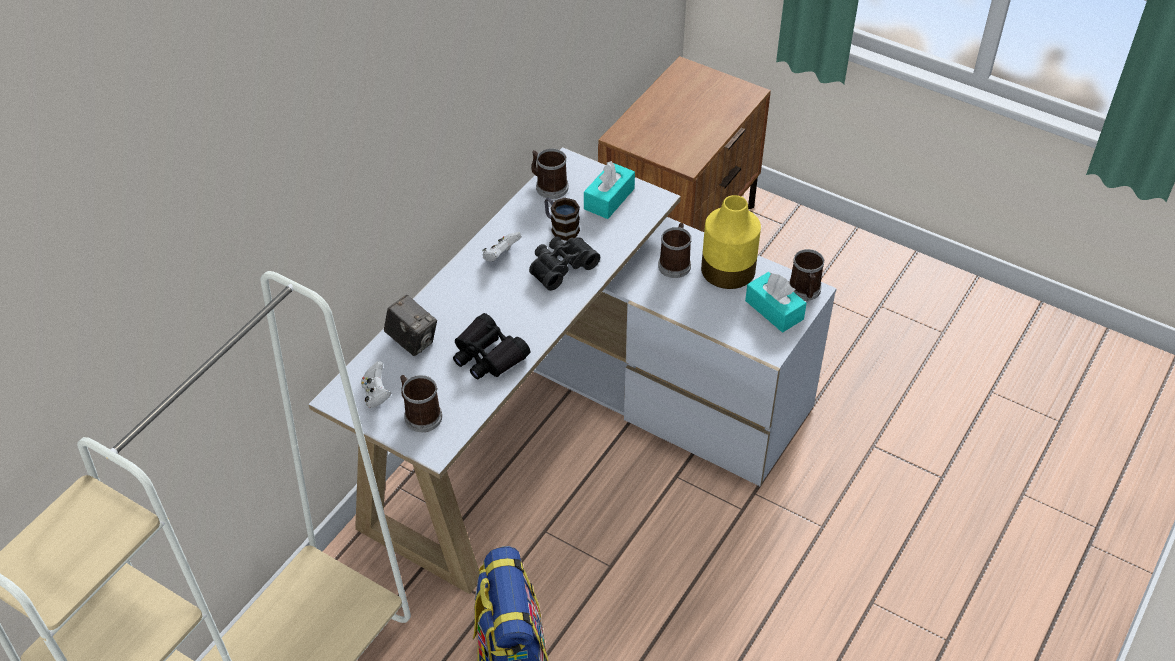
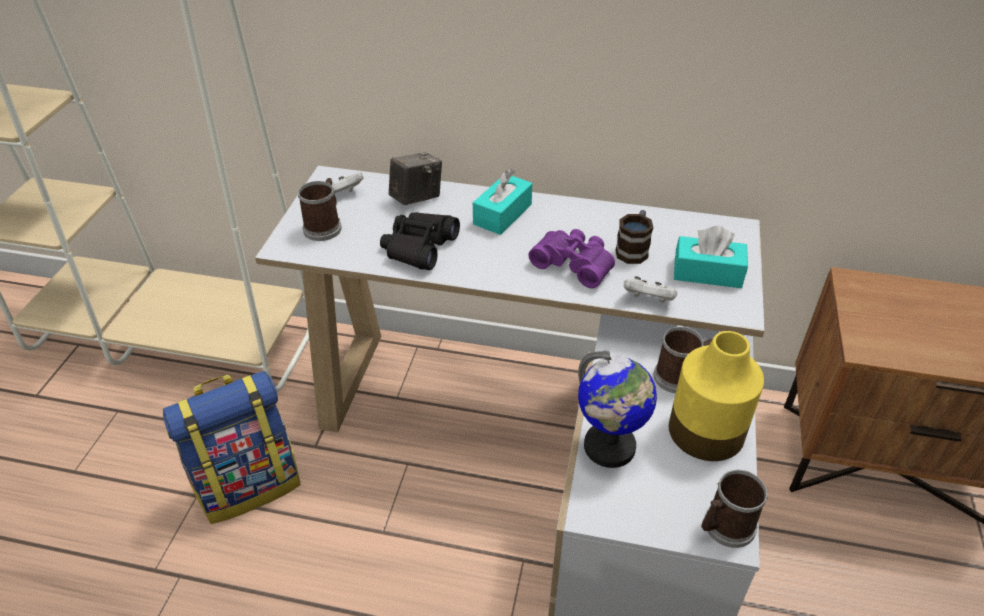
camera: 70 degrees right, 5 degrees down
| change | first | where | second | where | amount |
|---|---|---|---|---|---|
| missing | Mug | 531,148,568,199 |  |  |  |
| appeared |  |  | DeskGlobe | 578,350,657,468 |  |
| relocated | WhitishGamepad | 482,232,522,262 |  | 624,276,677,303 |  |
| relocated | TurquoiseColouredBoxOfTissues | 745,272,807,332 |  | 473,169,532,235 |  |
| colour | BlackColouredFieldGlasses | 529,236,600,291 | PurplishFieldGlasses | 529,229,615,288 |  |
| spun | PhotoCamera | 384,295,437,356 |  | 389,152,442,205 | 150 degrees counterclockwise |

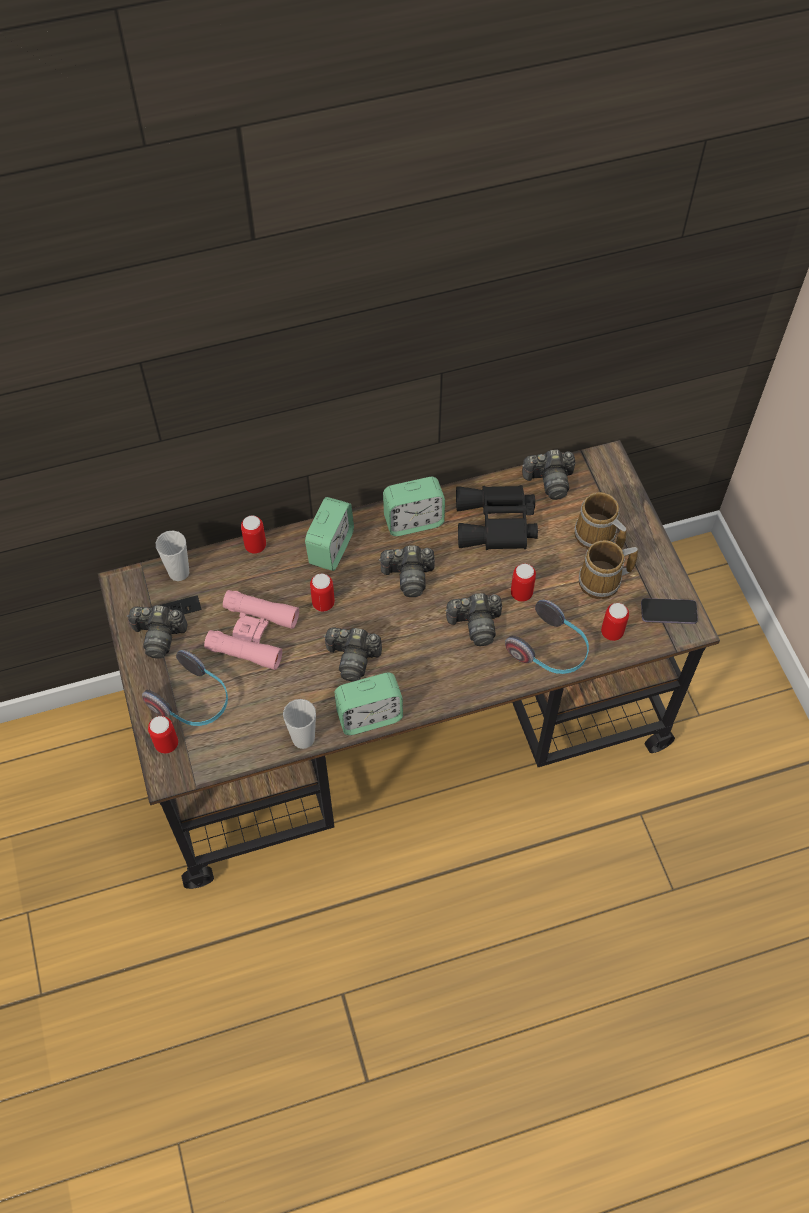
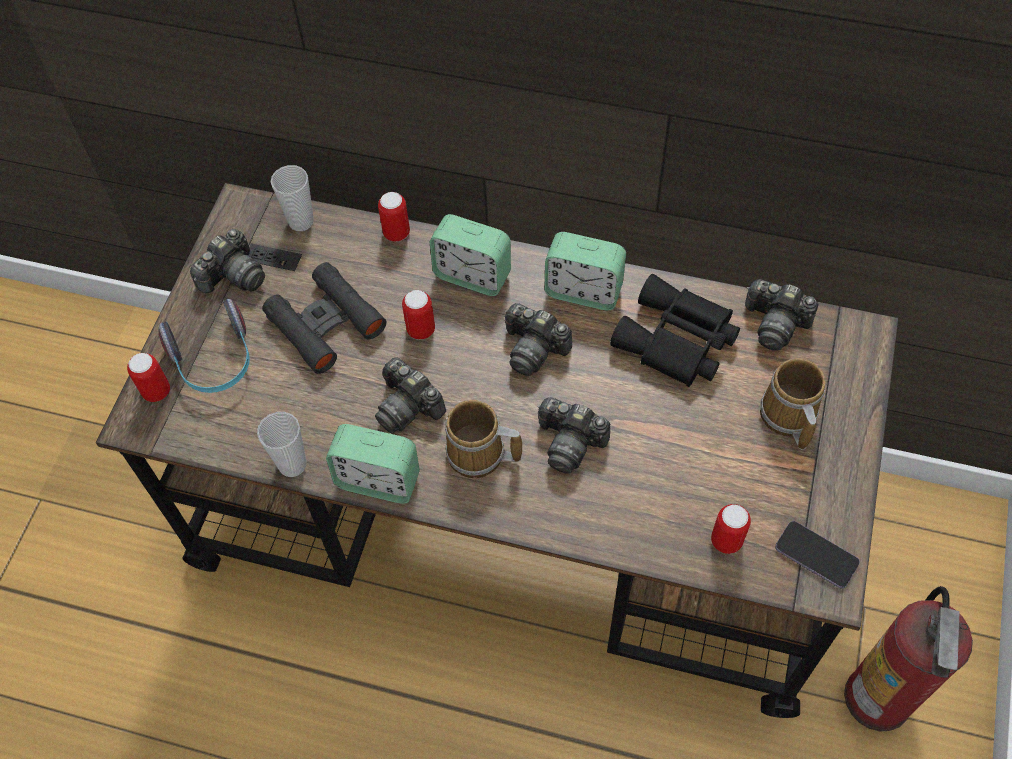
camera: 35 degrees right, 0 degrees up
| change | first | where | second | where | amount |
|---|---|---|---|---|---|
| missing | Headset | 505,600,589,674 |  |  |  |
| missing | SealedCan | 511,564,536,602 |  |  |  |
| appeared |  |  | FireExtinguisher | 844,586,973,731 |  |
| relocated | Mug | 579,540,638,599 |  | 445,400,522,478 |  |
| colour | PinkColouredFieldGlasses | 204,590,299,670 | BlackColouredFieldGlasses | 262,262,387,374 |  |
| spun | PhotoCamera | 127,605,188,659 |  | 190,229,265,293 | 90 degrees counterclockwise |
| spun | AlarmClock | 305,497,354,571 |  | 430,214,511,296 | 60 degrees clockwise |

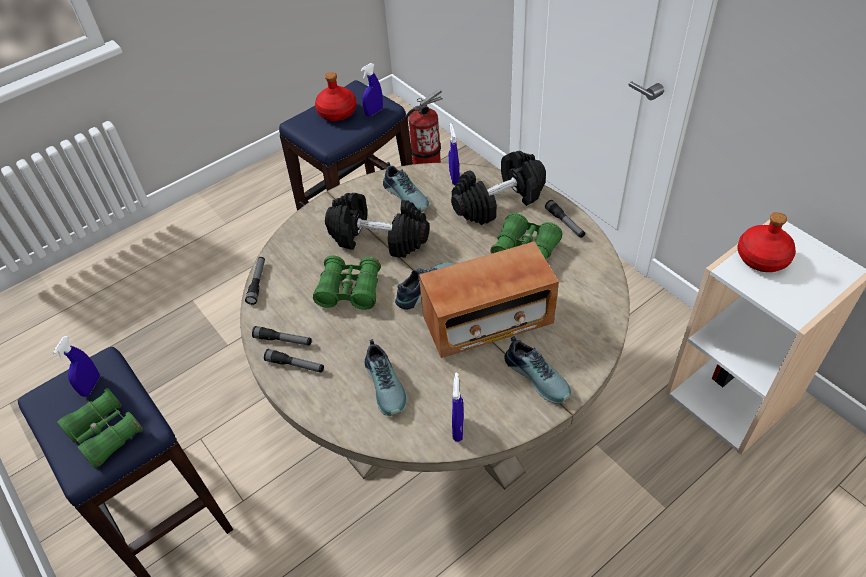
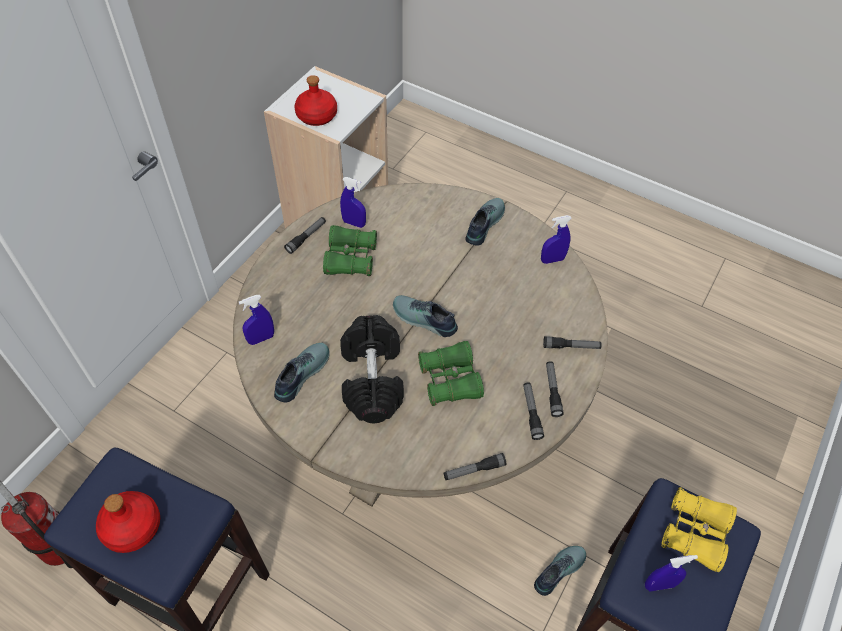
camera: 115 degrees left, 5 degrees up
| change | first | where | second | where | amount |
|---|---|---|---|---|---|
| missing | RadioSet | 419,241,559,358 |  |  |  |
| missing | BlackColouredFreeWeight | 451,151,546,225 |  |  |  |
| appeared |  |  | Torch | 543,336,602,349 |  |
| relocated | BluishSprayBottle | 360,63,383,116 |  | 340,177,366,228 |  |
| relocated | ItemOfFootwear | 365,339,407,416 |  | 534,546,586,596 |  |
| colour | GreenFieldGlasses | 57,388,143,469 | YellowFieldGlasses | 661,487,737,572 |  |

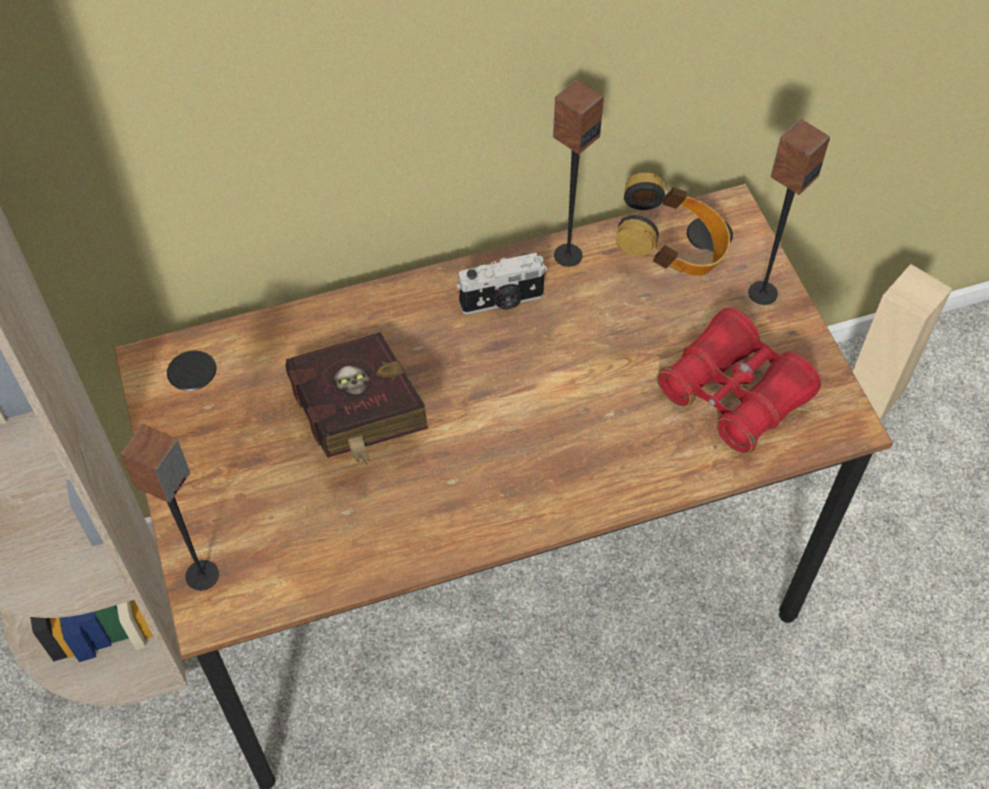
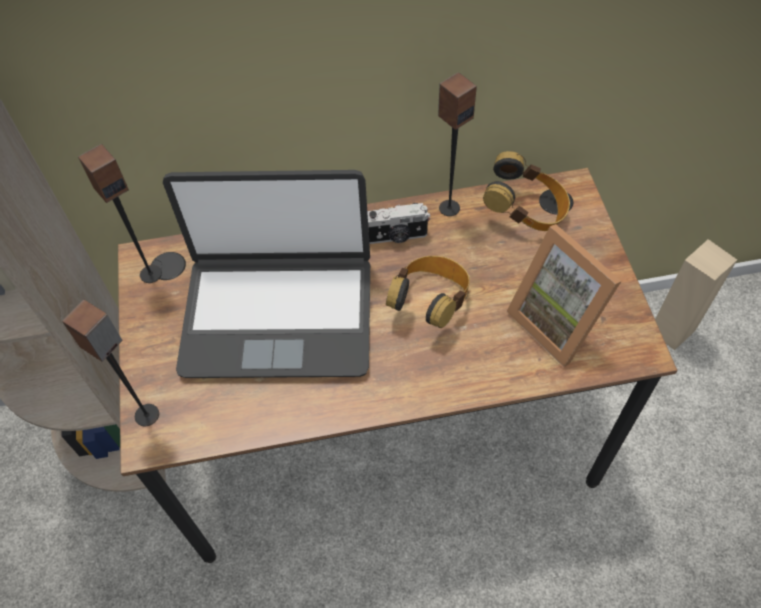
camera: 10 degrees right, 0 degrees up
| change | first | where | second | where | amount |
|---|---|---|---|---|---|
| appeared |  |  | Headset | 386,256,470,328 |  |
| relocated | Loudspeaker | 748,119,830,305 |  | 78,144,162,283 |  |
| exchanged | RedBoundBook | 285,332,428,465 | Laptop | 163,170,370,378 |  |
| exchanged | RedFieldGlasses | 657,308,821,454 | StandingFrame | 507,224,622,367 |  |

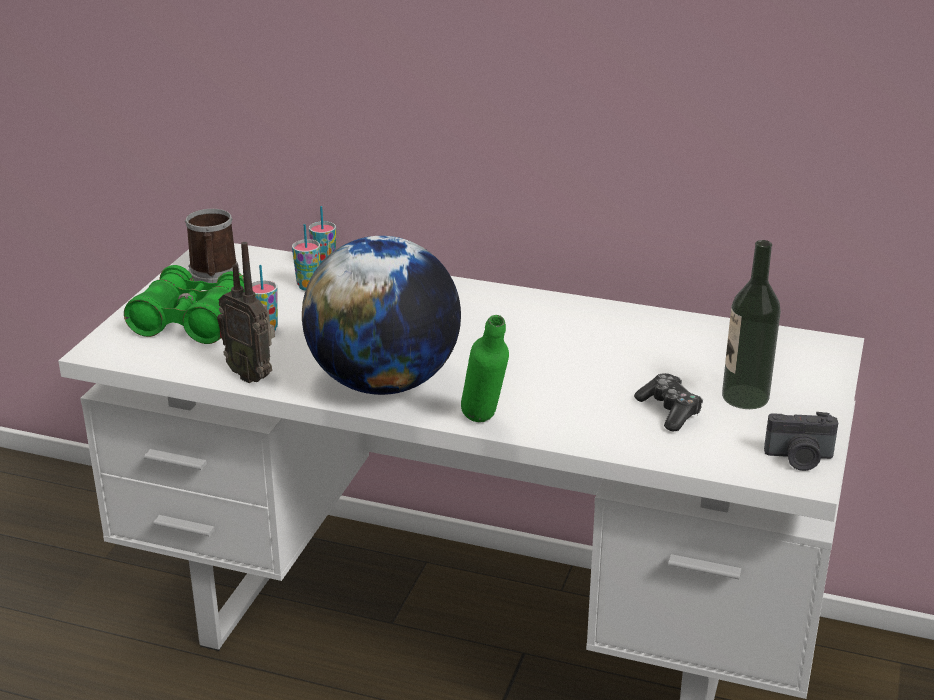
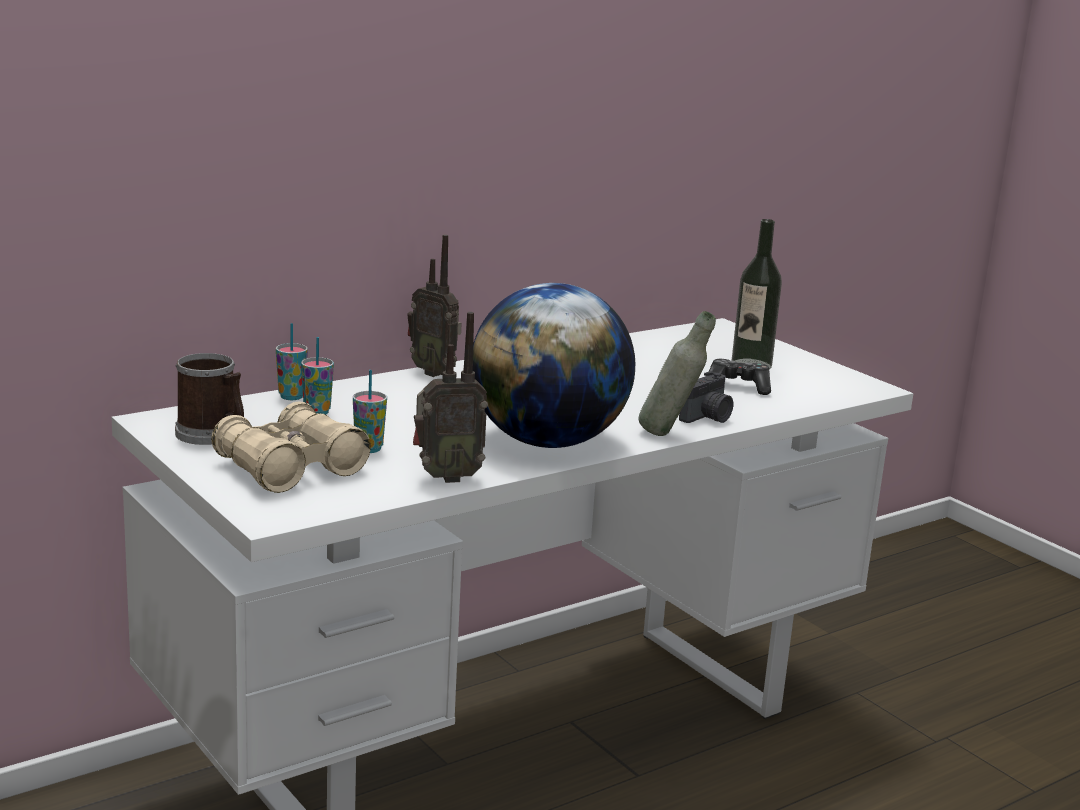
camera: 55 degrees left, 10 degrees down
| change | first | where | second | where | amount |
|---|---|---|---|---|---|
| appeared |  |  | RadioSet | 407,235,462,377 |  |
| relocated | PhotoCamera | 764,412,838,471 |  | 679,371,733,423 |  |
| colour | GreenFieldGlasses | 124,265,244,344 | BeigeColouredFieldGlasses | 211,402,371,493 |  |
| colour | GreenBeverageBottle | 461,315,509,422 | GrayBeverageBottle | 639,311,716,436 |  |

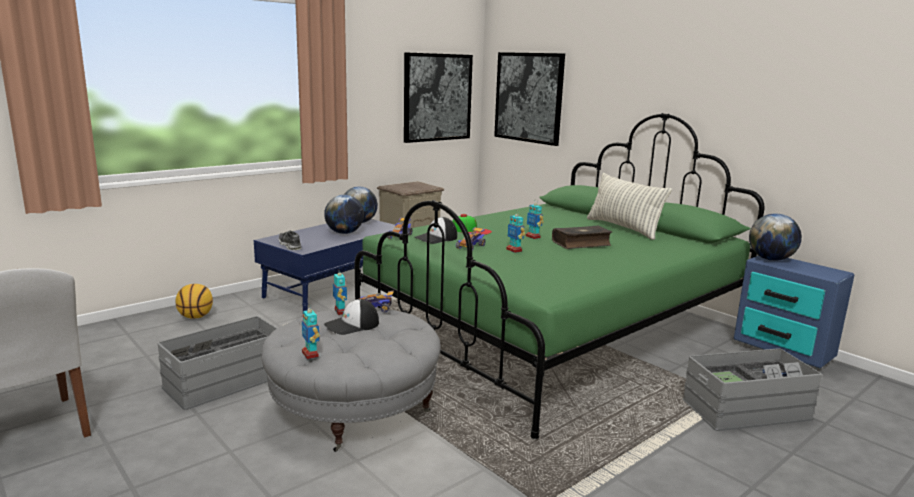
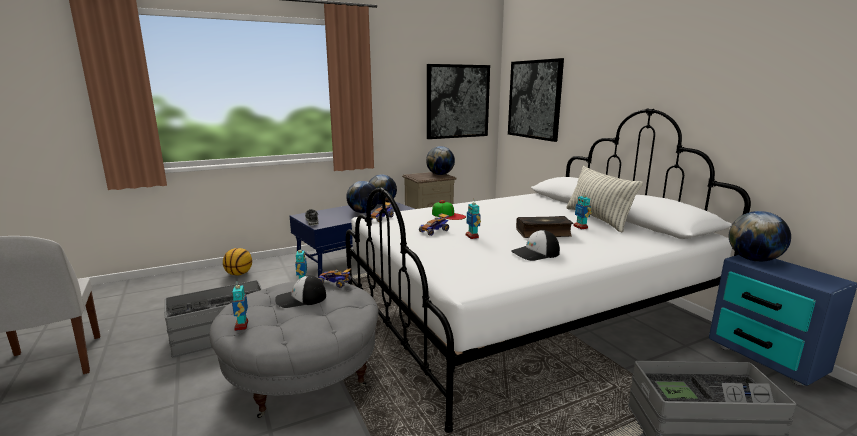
camera: 15 degrees right, 0 degrees up
| change | first | where | second | where | amount |
|---|---|---|---|---|---|
| appeared |  |  | DeskGlobe | 426,146,455,175 |  |
| relocated | Cap | 415,217,457,244 |  | 511,230,560,261 |  |
| relocated | RobotFigure | 526,199,544,239 |  | 573,191,592,229 |  |
| colour | GreenSleepingBed | 355,113,765,439 | WhitishSleepingBed | 346,108,751,433 |  |

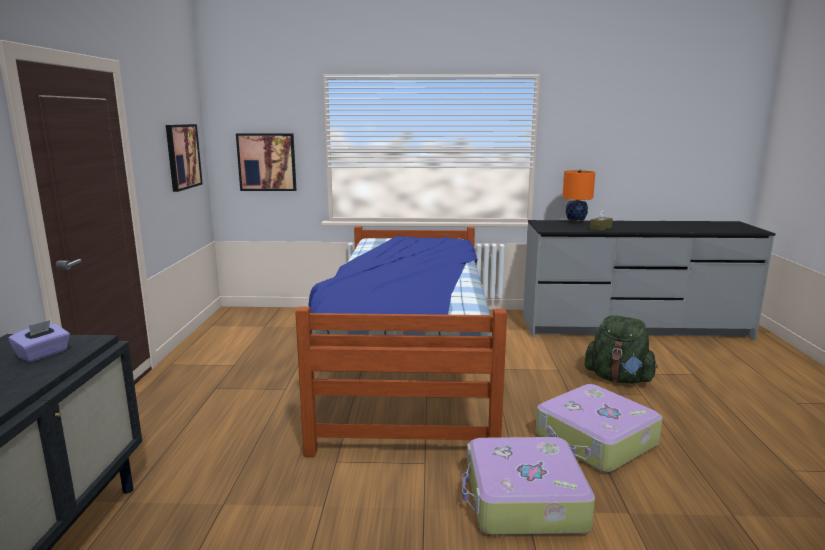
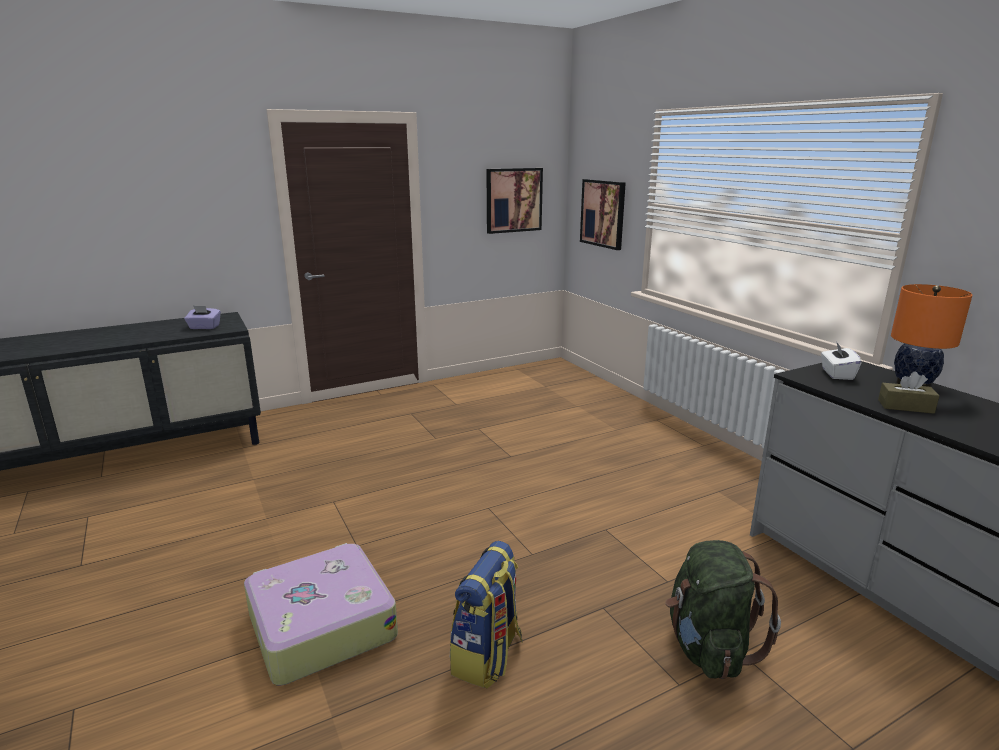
camera: 60 degrees right, 5 degrees up
| change | first | where | second | where | amount |
|---|---|---|---|---|---|
| missing | SleepingBed | 295,226,507,457 |  |  |  |
| appeared |  |  | WhitishBoxOfTissues | 821,341,862,380 |  |
| exchanged | TravelCase | 536,384,663,472 | Knapsack | 450,541,523,689 |  |

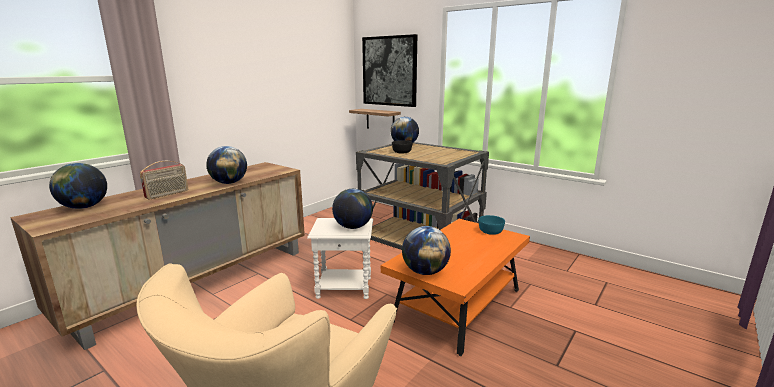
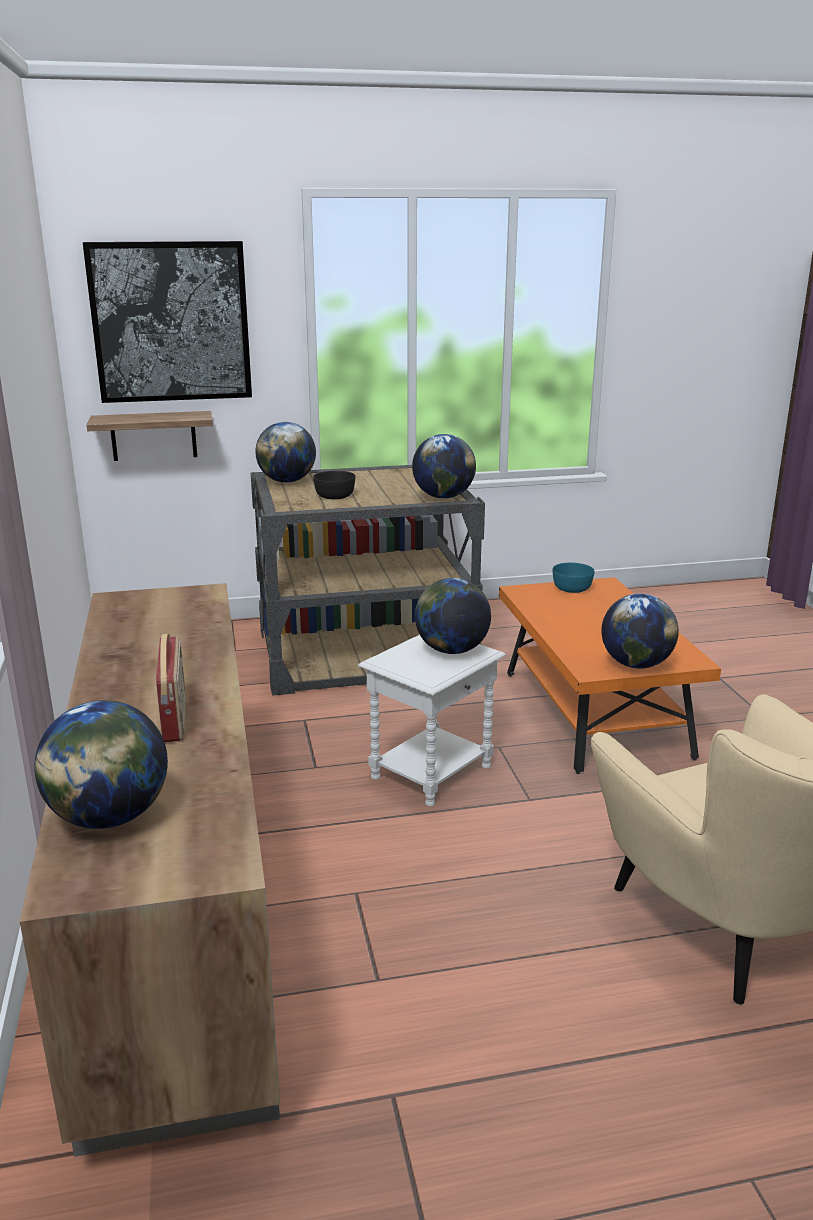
camera: 50 degrees left, 5 degrees up
| change | first | where | second | where | amount |
|---|---|---|---|---|---|
| relocated | DeskGlobe | 206,146,247,184 |  | 412,434,476,498 |  |

